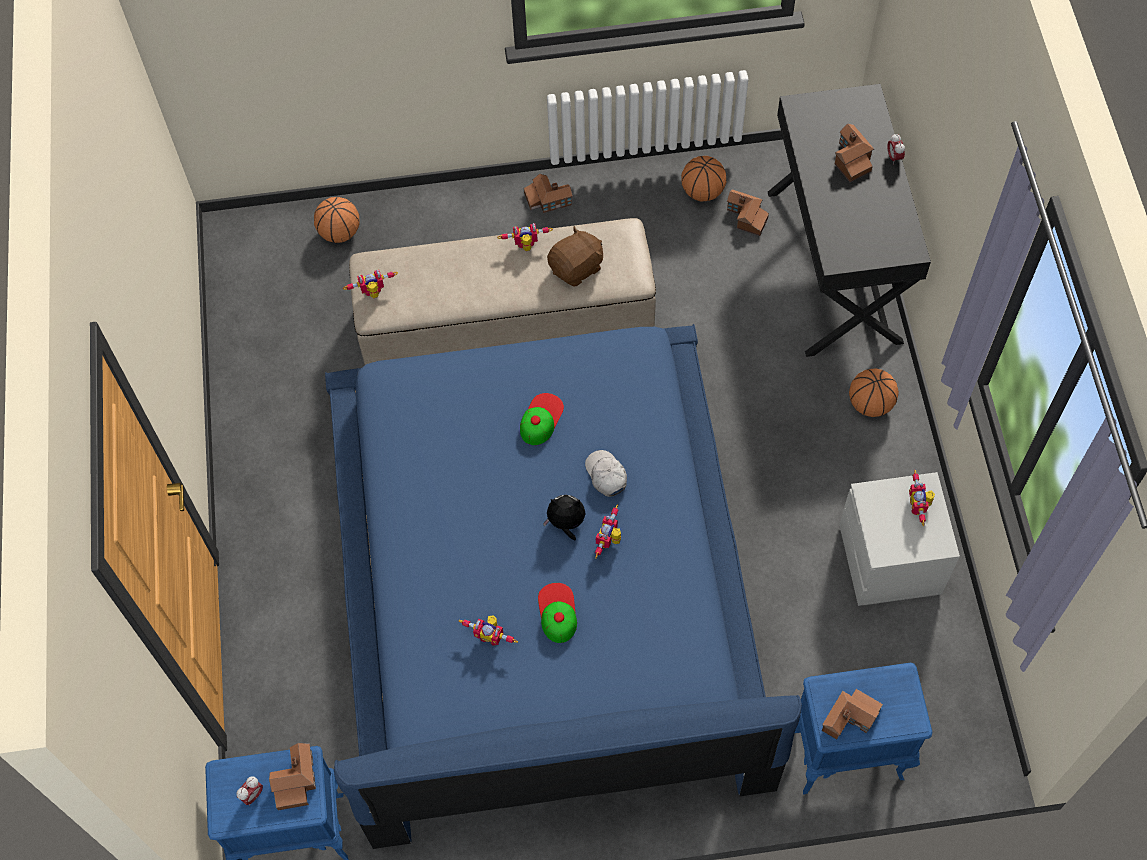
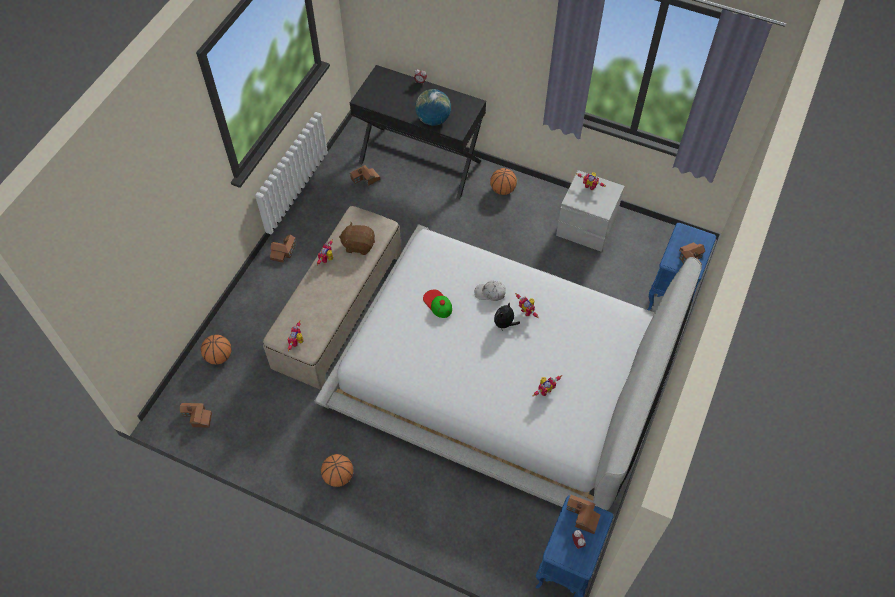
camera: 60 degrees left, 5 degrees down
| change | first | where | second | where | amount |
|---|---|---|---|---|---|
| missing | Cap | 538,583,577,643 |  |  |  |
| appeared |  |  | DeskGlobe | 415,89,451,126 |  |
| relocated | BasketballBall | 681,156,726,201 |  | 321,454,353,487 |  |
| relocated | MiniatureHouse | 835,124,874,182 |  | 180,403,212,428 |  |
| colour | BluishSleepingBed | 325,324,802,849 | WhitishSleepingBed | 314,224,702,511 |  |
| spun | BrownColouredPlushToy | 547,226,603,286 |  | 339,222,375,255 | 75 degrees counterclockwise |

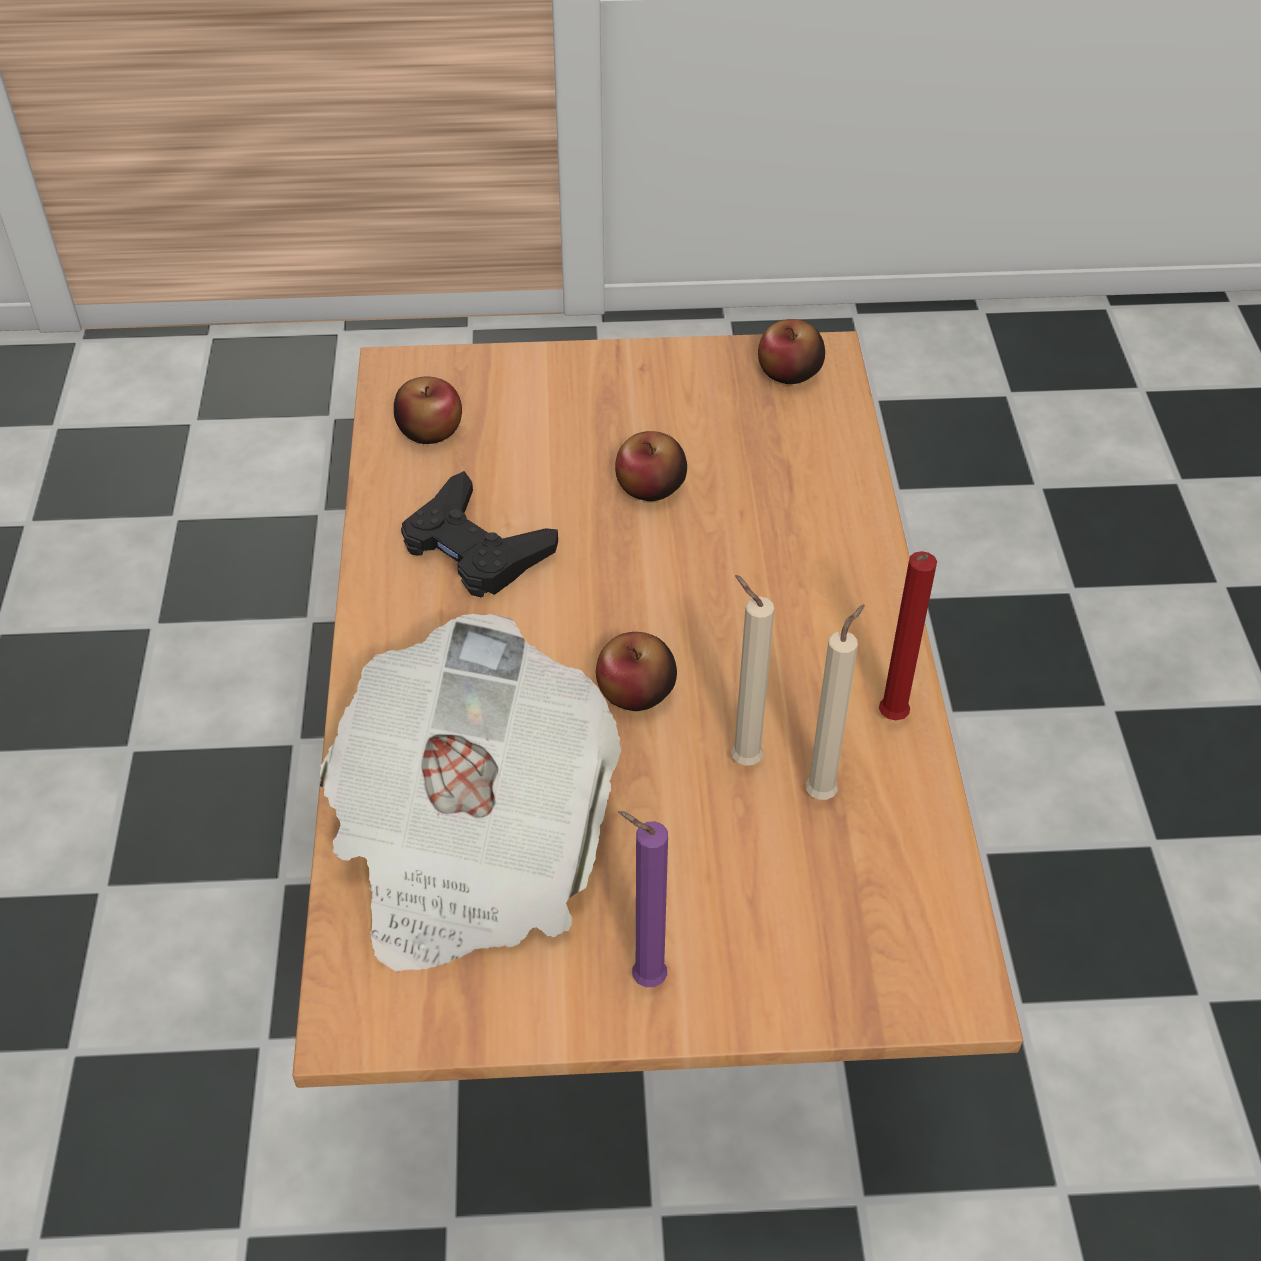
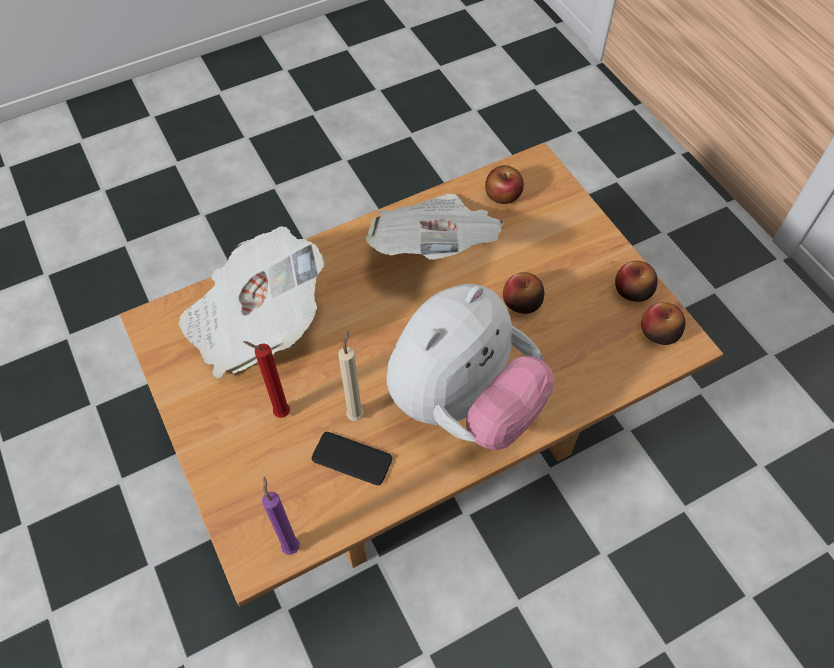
camera: 65 degrees right, 10 degrees up
| change | first | where | second | where | amount |
|---|---|---|---|---|---|
| appeared |  |  | PlushToy | 387,284,555,450 |  |
| relocated | AppleFruit | 596,632,677,711 |  | 615,261,658,302 |  |
| relocated | PurplishWaxLight | 618,811,668,987 |  | 262,477,300,555 |  |
| relocated | RedWaxLight | 879,551,937,720 |  | 243,341,290,418 |  |
| exchanged | BlackColouredGamepad | 401,471,558,598 | PrintedPaper | 365,194,504,260 |  |
| exchanged | BeigeColouredWaxLight | 806,604,865,800 | Telephone | 312,432,392,485 |  |

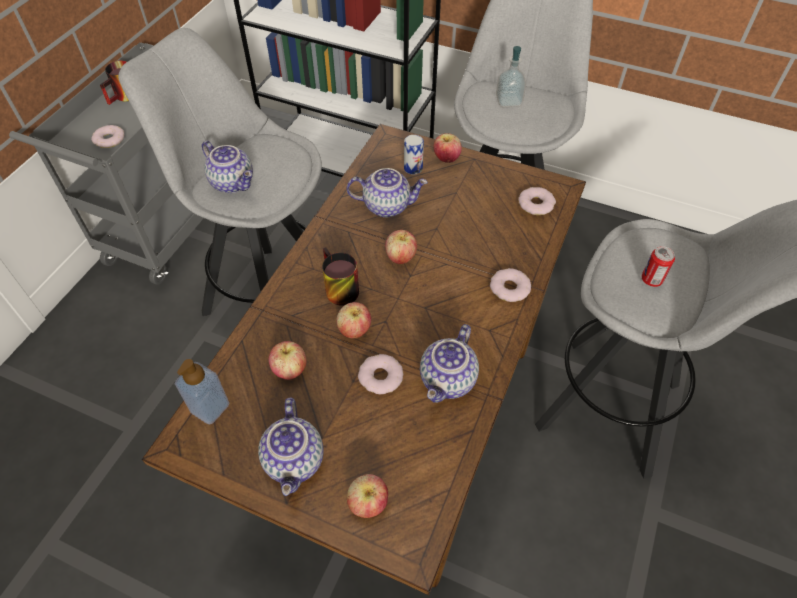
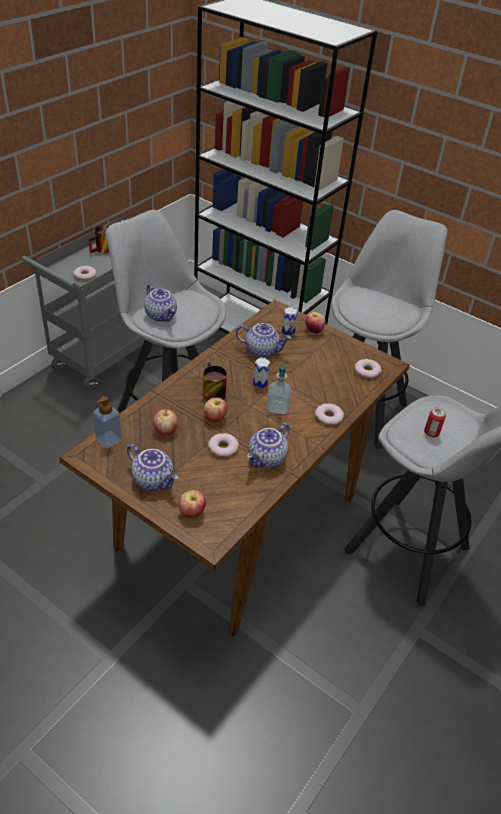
camera: 10 degrees right, 10 degrees down
| change | first | where | second | where | amount |
|---|---|---|---|---|---|
| relocated | LiquidSoapBottle | 496,46,526,107 |  | 266,365,292,414 |  |
| exchanged | AppleFruit | 385,230,417,264 | SealedCan | 253,358,270,388 |  |
| spun | PotForTea | 258,398,324,496 |  | 127,444,178,491 | 60 degrees counterclockwise |

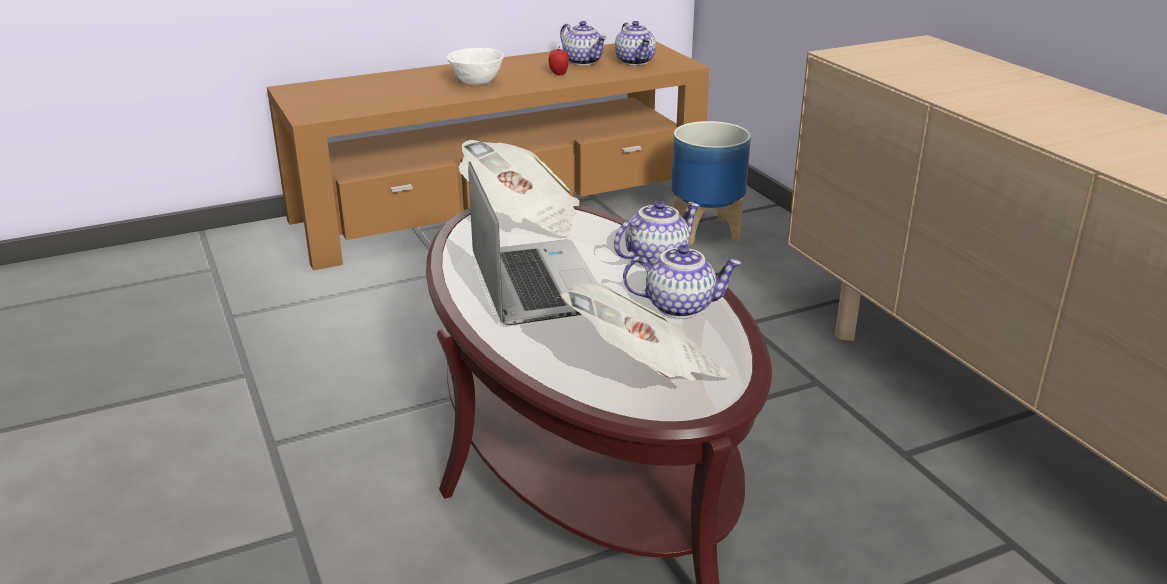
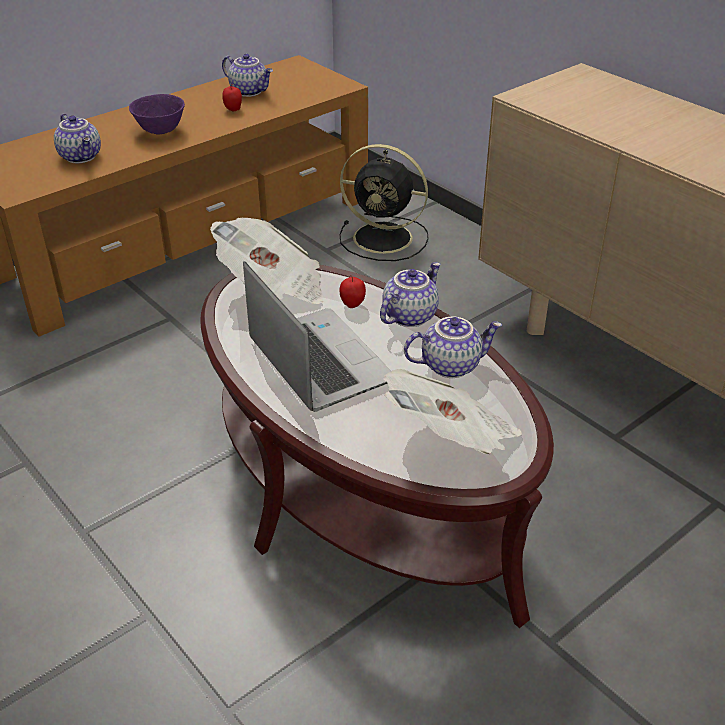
camera: 15 degrees left, 10 degrees up
| change | first | where | second | where | amount |
|---|---|---|---|---|---|
| appeared |  |  | AppleFruit | 339,275,366,308 |  |
| relocated | PotForTea | 615,21,656,65 |  | 54,114,101,163 |  |
| exchanged | PlantPot | 672,121,751,245 | BlackColouredFan | 339,144,428,261 |  |
| colour | WhitishDeepDish | 447,48,504,85 | PurplishDeepDish | 129,94,185,134 |  |

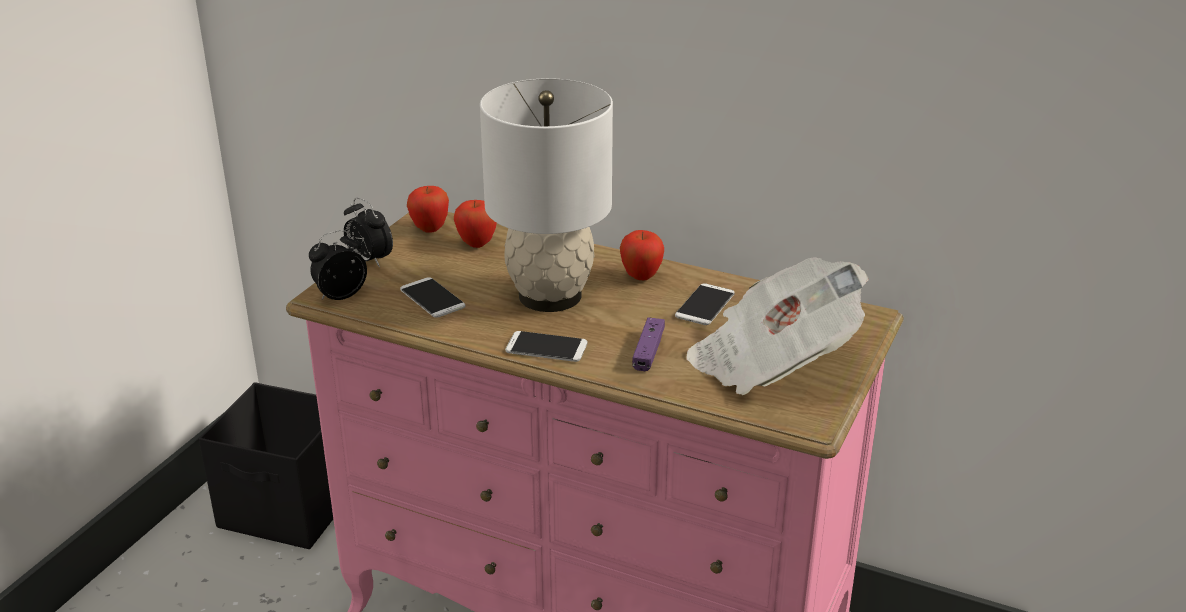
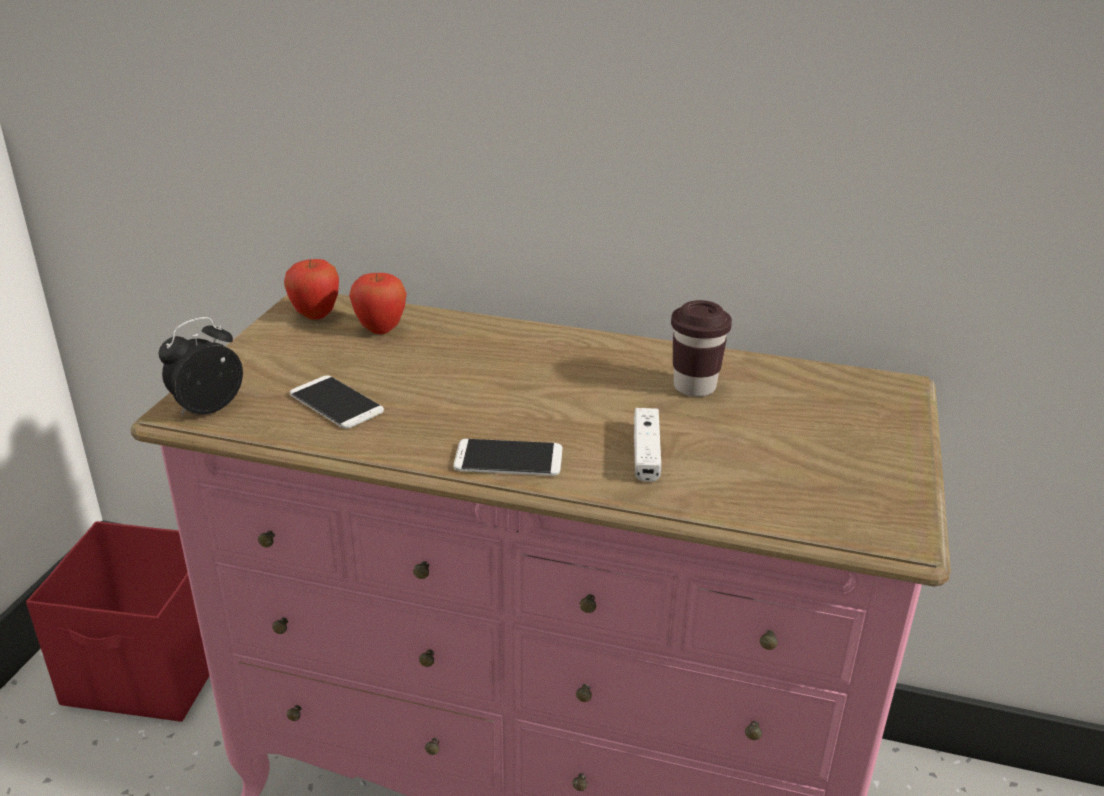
camera: 10 degrees left, 0 degrees up
| change | first | where | second | where | amount |
|---|---|---|---|---|---|
| missing | AlarmClock | 344,198,393,267 |  |  |  |
| missing | WhitishTableLamp | 480,78,613,312 |  |  |  |
| missing | AppleFruit | 620,230,664,280 |  |  |  |
| missing | PrintedPaper | 686,257,869,395 |  |  |  |
| exchanged | Telephone | 675,283,735,325 | BrownColouredSmallCup | 671,300,732,397 |  |
| colour | BlackColouredStorageBox | 199,382,333,549 | RedStorageBox | 26,521,210,722 |  |
| colour | PurplishGamepad | 632,317,665,371 | WhitishGamepad | 634,408,661,482 |  |

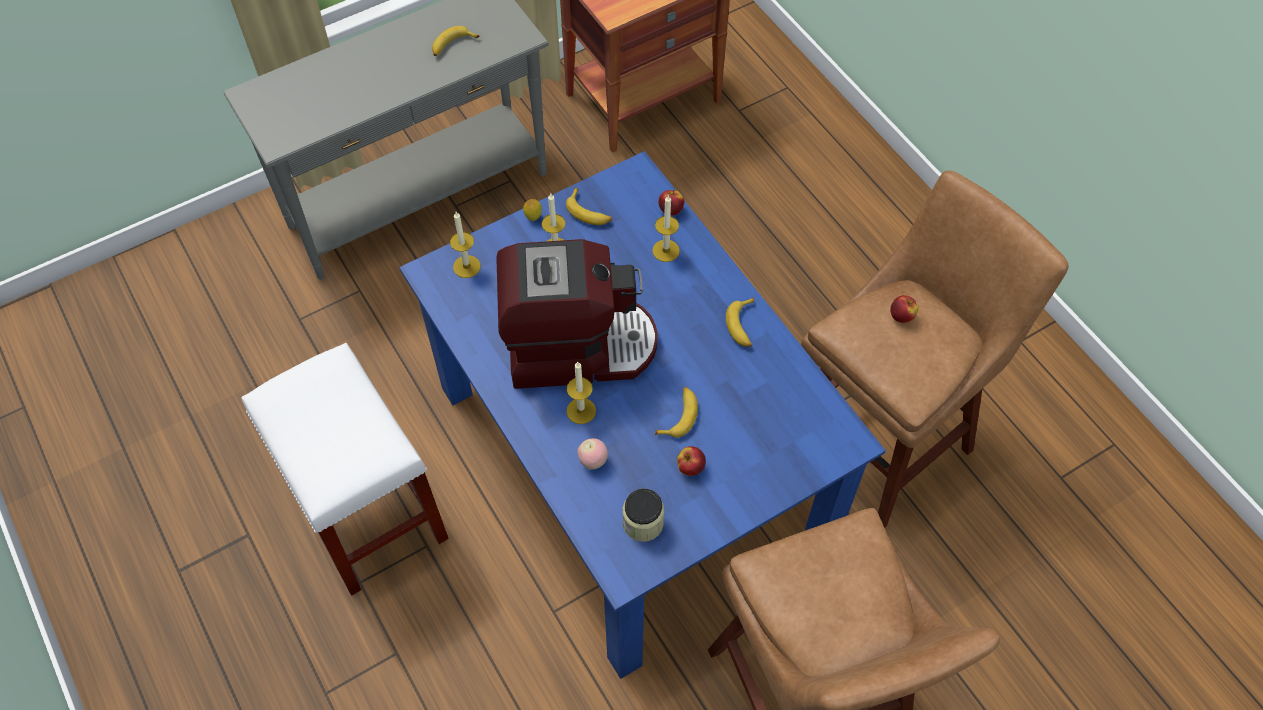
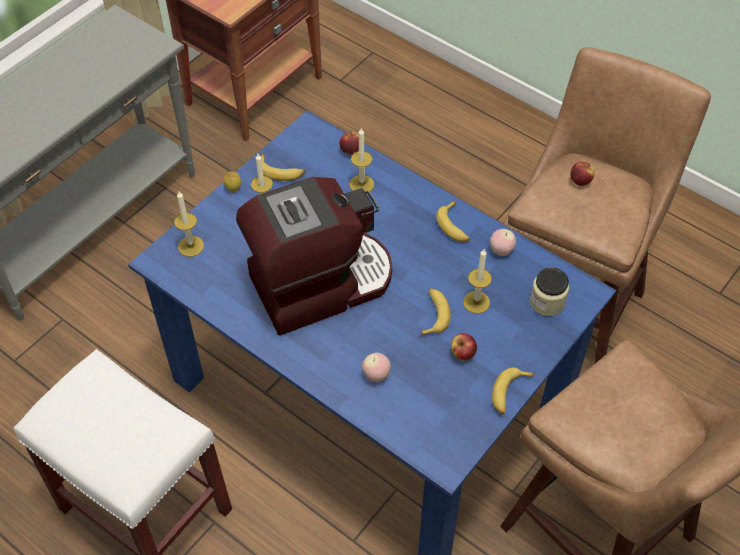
camera: 20 degrees left, 5 degrees down
| change | first | where | second | where | amount |
|---|---|---|---|---|---|
| appeared |  |  | AppleFruit | 490,229,516,256 |  |
| relocated | BananaFruit | 432,26,479,56 |  | 492,367,535,415 |  |
| relocated | WaxLight | 567,362,596,424 |  | 463,249,492,314 |  |
| relocated | StorageJar | 623,489,664,542 |  | 530,267,569,316 |  |

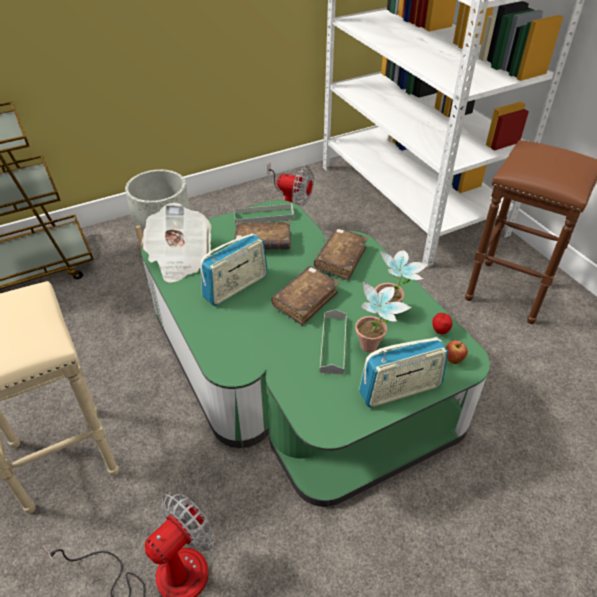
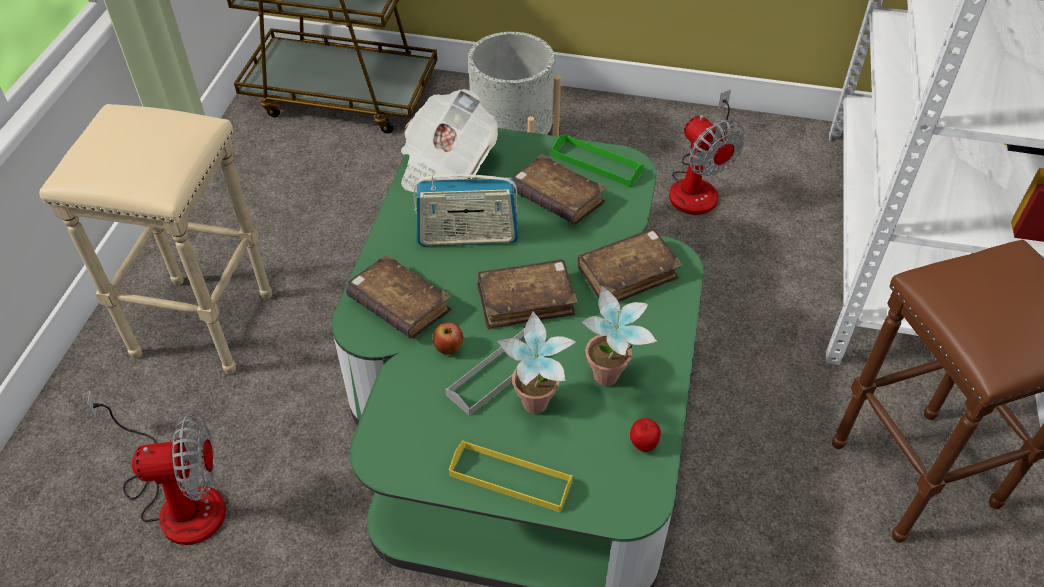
camera: 40 degrees right, 5 degrees up
| change | first | where | second | where | amount |
|---|---|---|---|---|---|
| appeared |  |  | BrownColouredBoundBook | 346,254,452,339 |  |
| relocated | AppleFruit | 445,340,468,364 |  | 433,323,463,354 |  |
| exchanged | RadioSet | 359,337,448,408 | YellowServingTray | 449,440,573,512 |  |
| colour | GrayServingTray | 233,203,294,224 | GreenServingTray | 551,134,644,187 |  |

